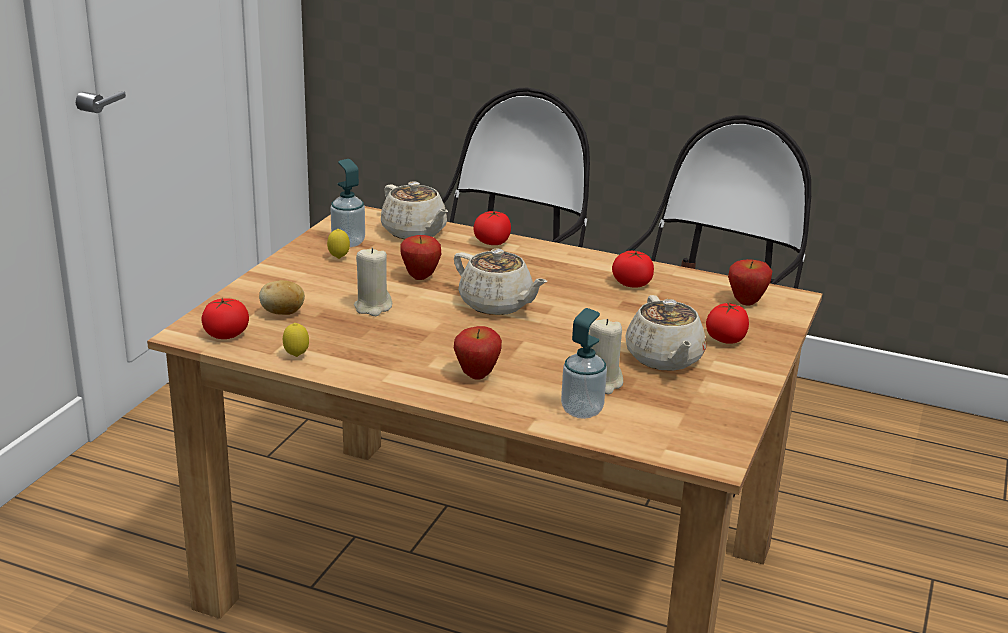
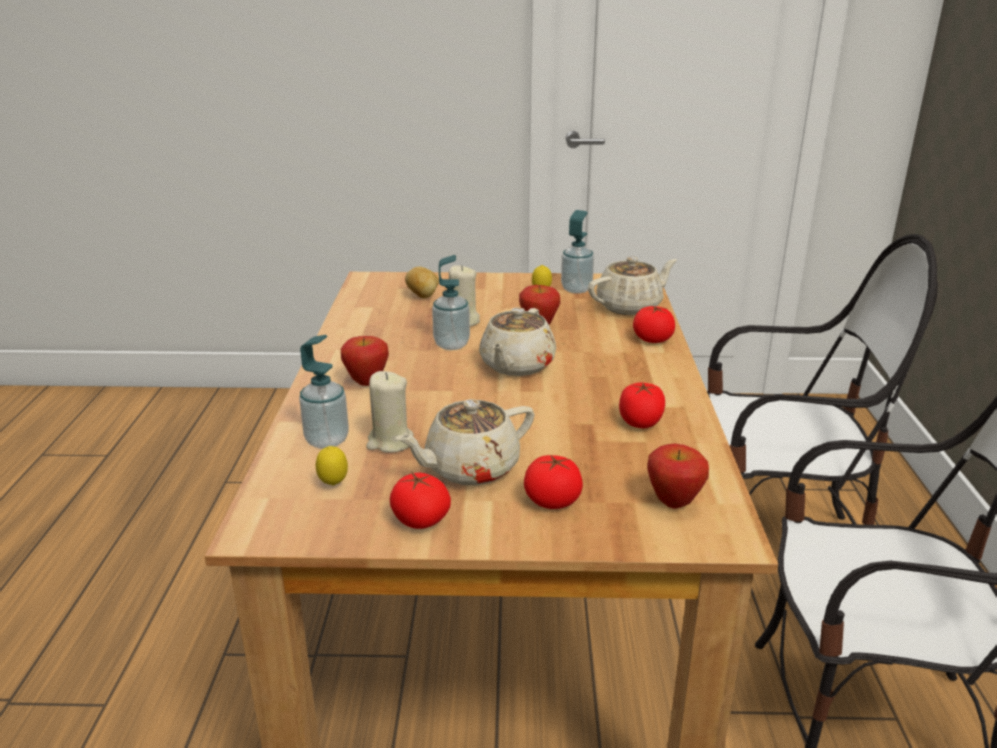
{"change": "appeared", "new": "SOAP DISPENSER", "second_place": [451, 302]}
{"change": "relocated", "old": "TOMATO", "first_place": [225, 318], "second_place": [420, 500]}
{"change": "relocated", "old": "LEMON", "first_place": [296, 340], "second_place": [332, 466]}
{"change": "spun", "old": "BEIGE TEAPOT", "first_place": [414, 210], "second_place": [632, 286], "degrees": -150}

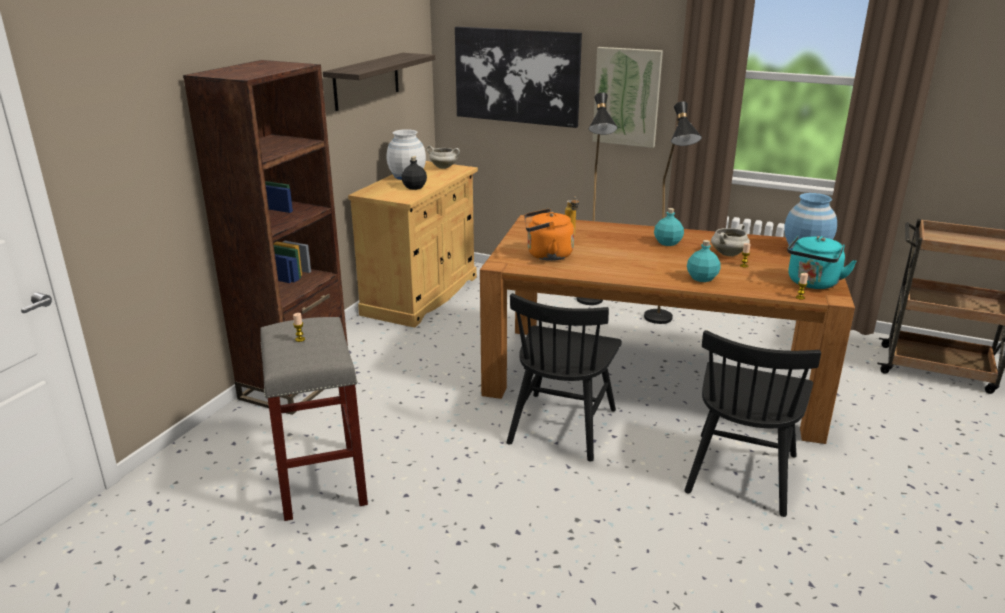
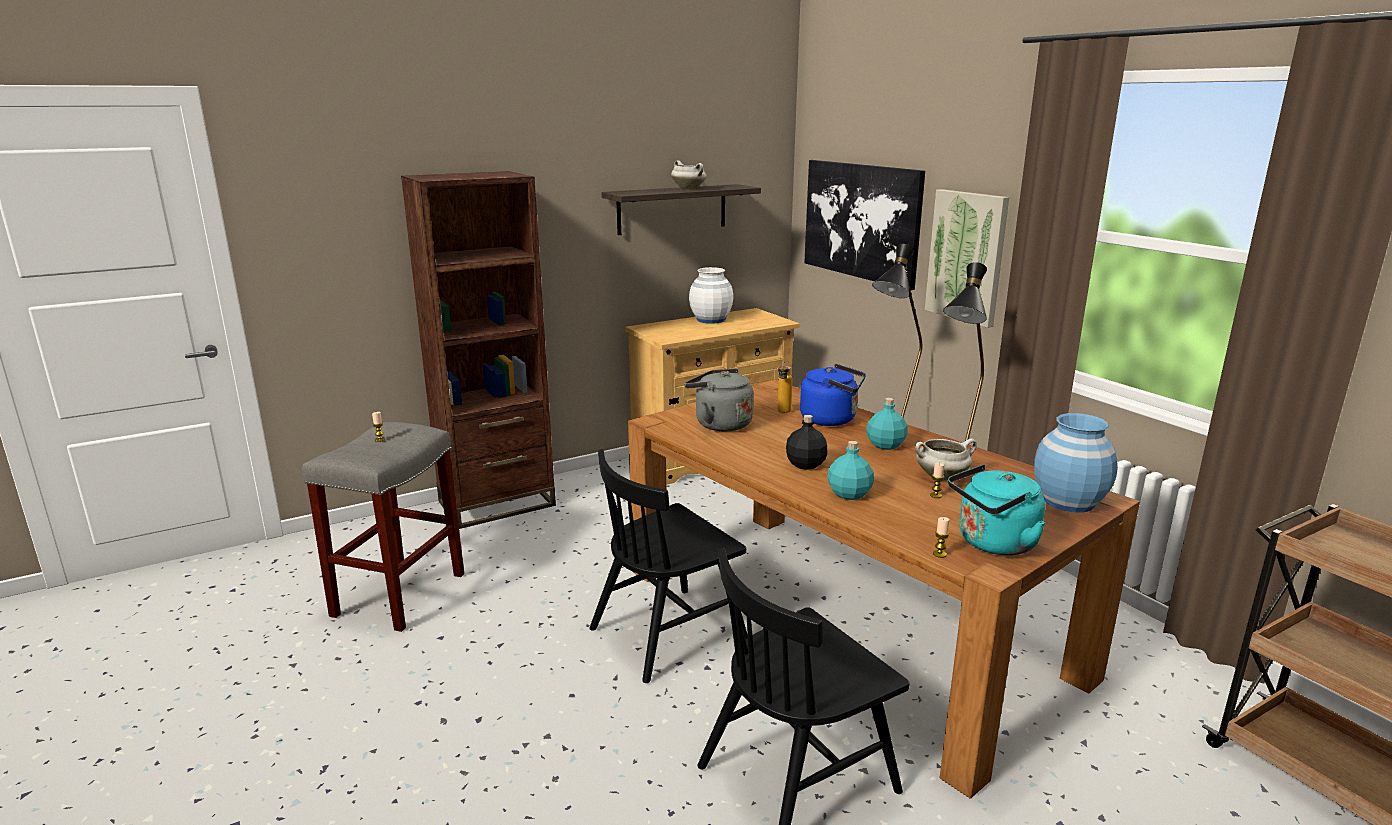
{"change": "appeared", "new": "BLUE KETTLE", "second_place": [833, 395]}
{"change": "relocated", "old": "BLACK BOTTLE", "first_place": [414, 173], "second_place": [807, 442]}
{"change": "relocated", "old": "WHITE COOKING POT", "first_place": [443, 157], "second_place": [689, 175]}
{"change": "colour", "old": "ORANGE KETTLE", "new": "GREY KETTLE", "first_place": [549, 235], "second_place": [719, 399]}

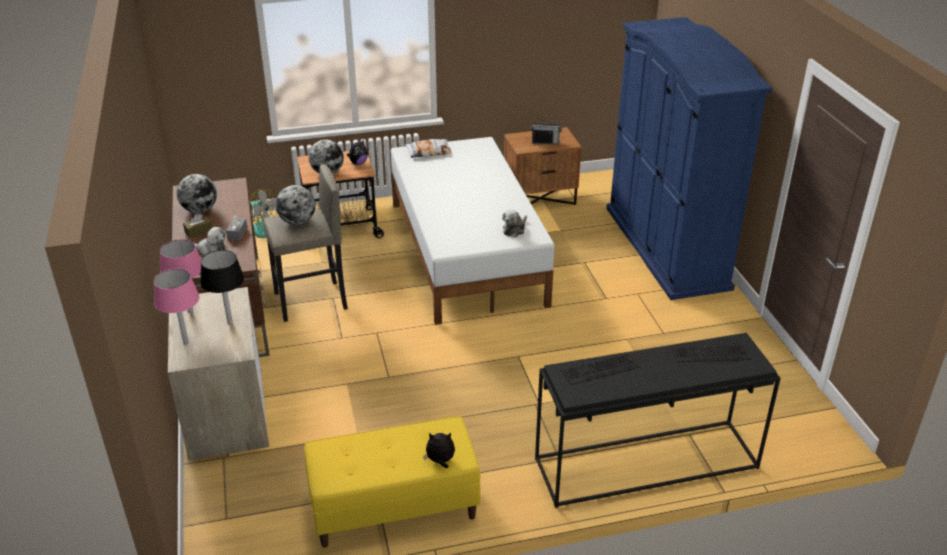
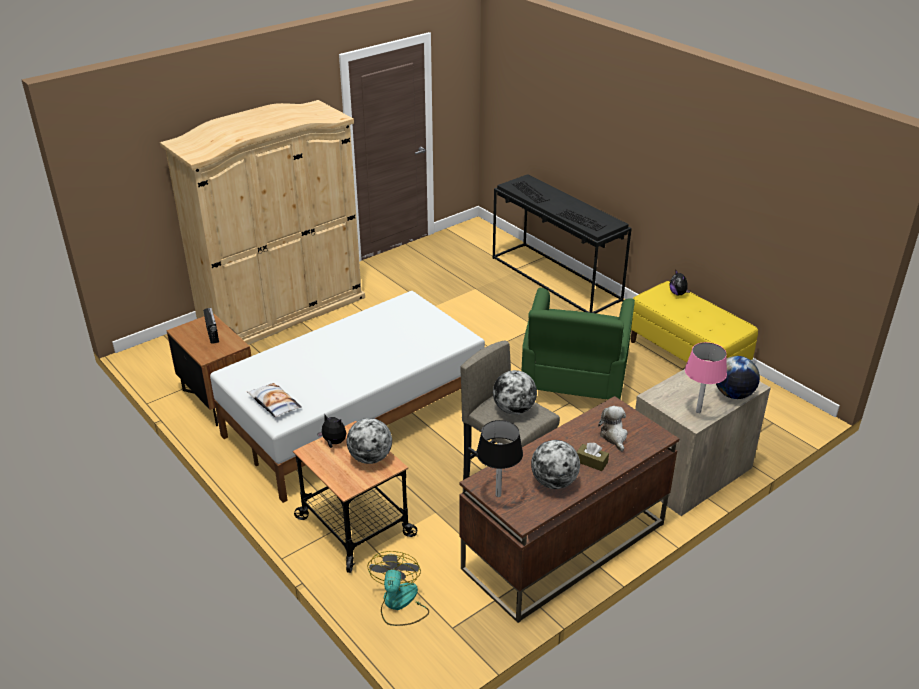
{"change": "missing", "old": "GREY TISSUE BOX", "first_place": [236, 227]}
{"change": "missing", "old": "PLUSH TOY", "first_place": [514, 224]}
{"change": "appeared", "new": "GREEN ARMCHAIR", "second_place": [578, 343]}
{"change": "relocated", "old": "BLACK TABLE LAMP", "first_place": [222, 287], "second_place": [499, 458]}
{"change": "exchanged", "old": "PINK TABLE LAMP", "new": "GLOBE", "first_place": [177, 306], "second_place": [738, 377]}
{"change": "colour", "old": "BLUE WARDROBE", "new": "BEIGE WARDROBE", "first_place": [689, 158], "second_place": [262, 222]}

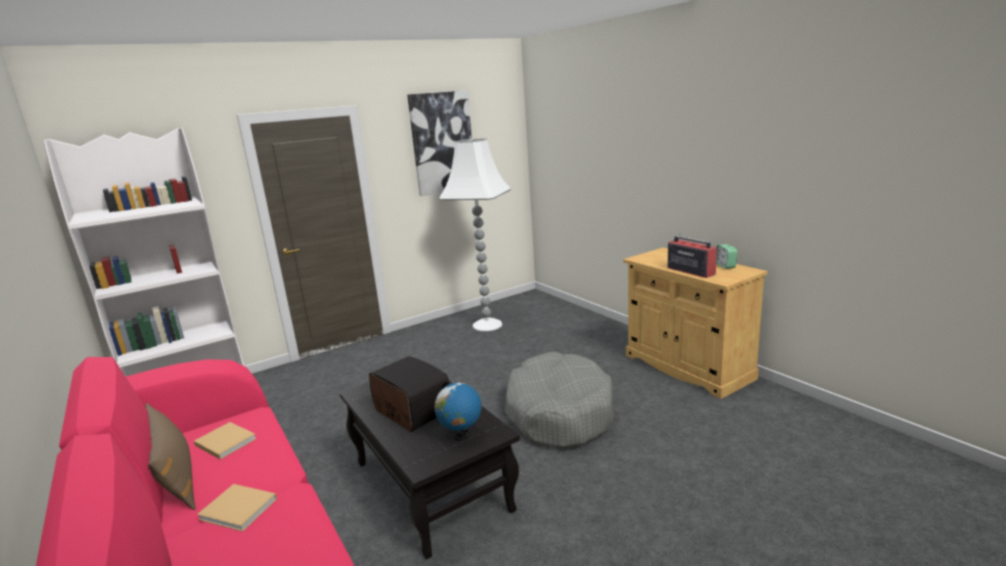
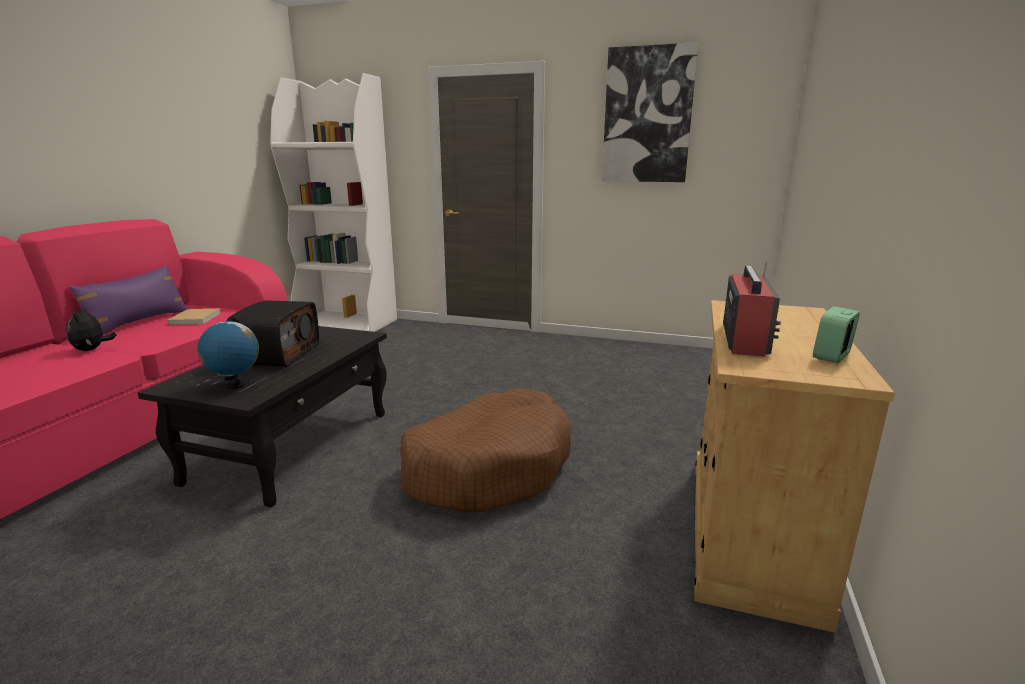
{"change": "missing", "old": "WHITE FLOOR LAMP", "first_place": [475, 234]}
{"change": "exchanged", "old": "BEIGE BOOK", "new": "PLUSH TOY", "first_place": [237, 508], "second_place": [91, 328]}
{"change": "colour", "old": "BROWN PILLOW", "new": "PURPLE PILLOW", "first_place": [170, 456], "second_place": [128, 300]}
{"change": "colour", "old": "GREY DOG BED", "new": "BROWN DOG BED", "first_place": [559, 400], "second_place": [485, 450]}

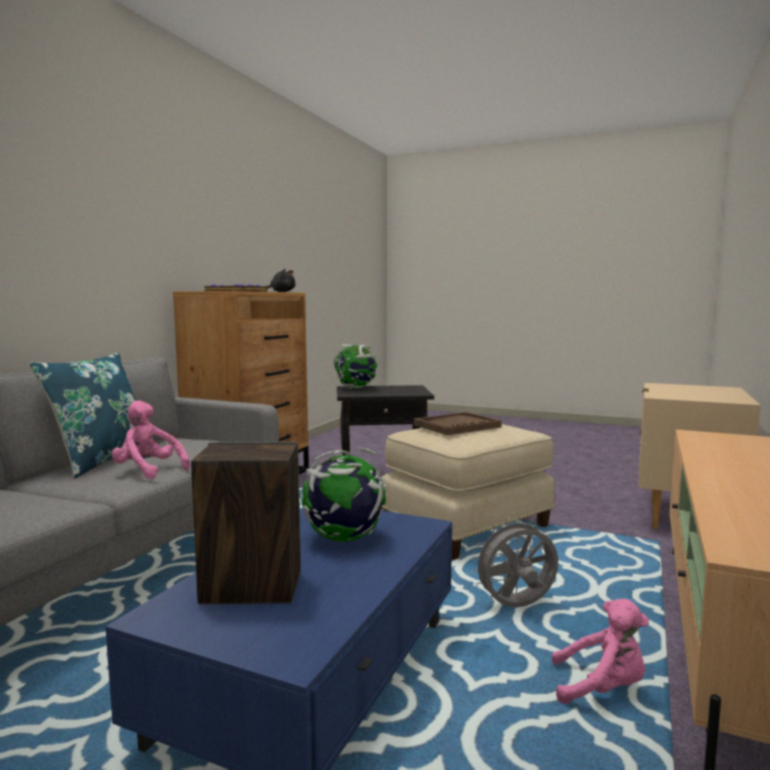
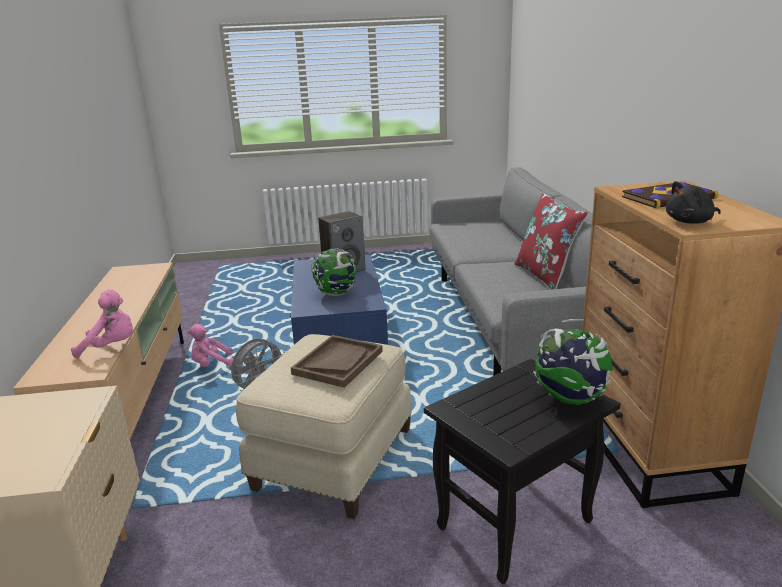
{"change": "relocated", "old": "PINK PLUSH TOY", "first_place": [150, 439], "second_place": [102, 323]}
{"change": "colour", "old": "BLUE PILLOW", "new": "RED PILLOW", "first_place": [82, 415], "second_place": [551, 241]}

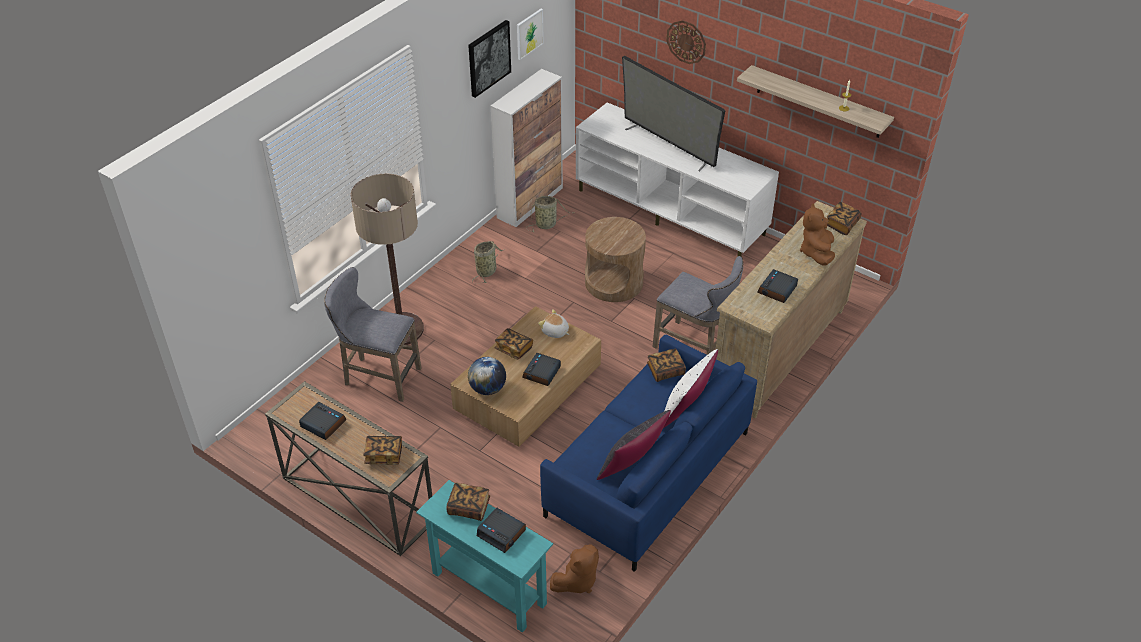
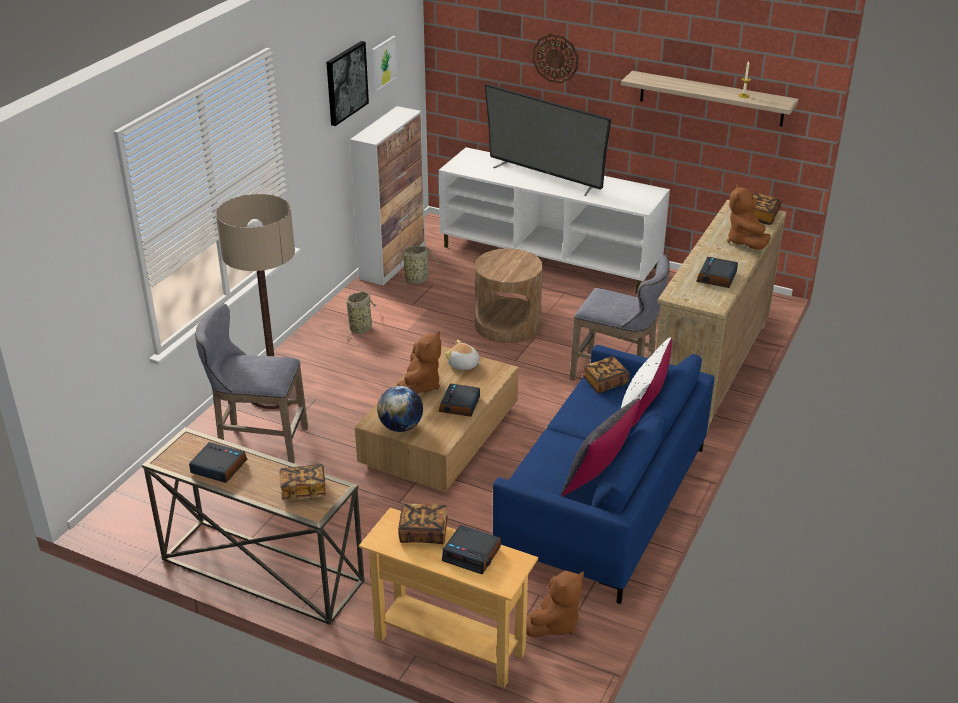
{"change": "exchanged", "old": "BOOK", "new": "BROWN PLUSH TOY", "first_place": [513, 343], "second_place": [419, 362]}
{"change": "colour", "old": "TURQUOISE CONSOLE TABLE", "new": "BEIGE CONSOLE TABLE", "first_place": [484, 556], "second_place": [448, 598]}

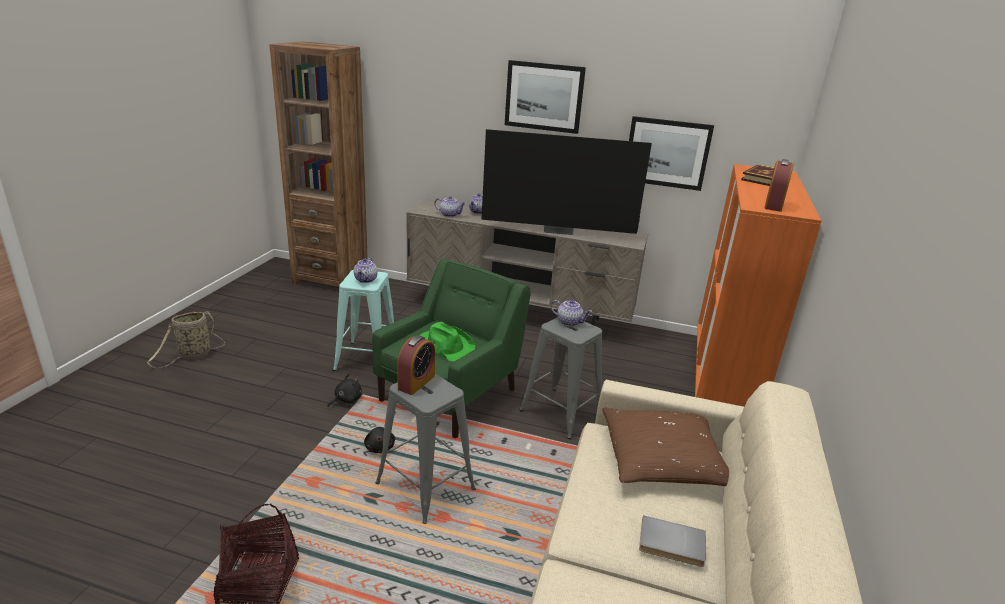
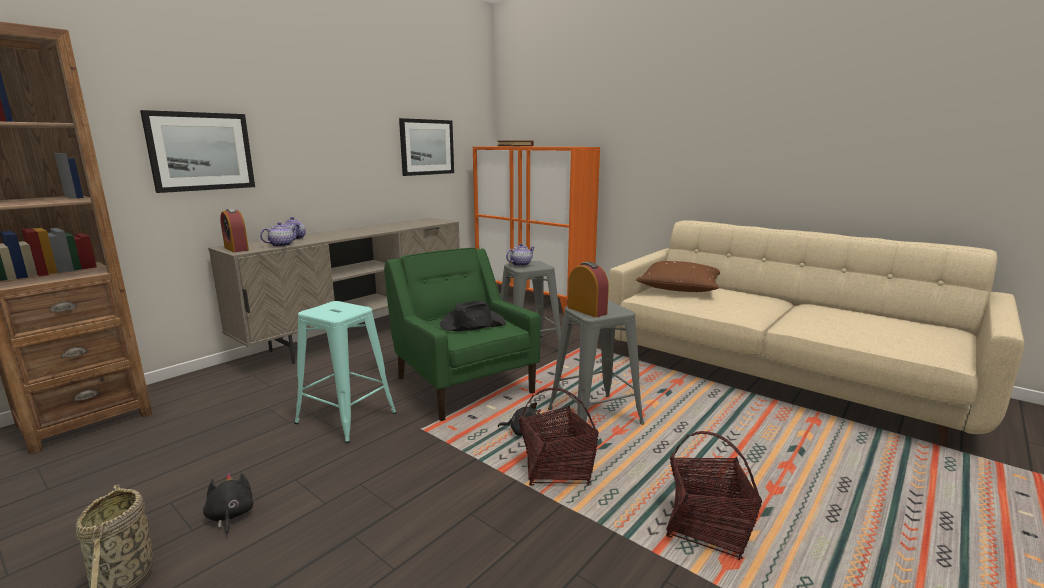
{"change": "missing", "old": "TEAPOT", "first_place": [366, 270]}
{"change": "missing", "old": "TELEVISION", "first_place": [566, 182]}
{"change": "missing", "old": "GREY BOOK", "first_place": [672, 541]}
{"change": "appeared", "new": "BASKET", "second_place": [559, 437]}
{"change": "relocated", "old": "BLACK PLUSH TOY", "first_place": [344, 390], "second_place": [228, 504]}
{"change": "relocated", "old": "PICTURE", "first_place": [545, 97], "second_place": [197, 151]}
{"change": "relocated", "old": "ALARM CLOCK", "first_place": [778, 185], "second_place": [234, 230]}
{"change": "colour", "old": "GREEN HAT", "new": "BLACK HAT", "first_place": [448, 342], "second_place": [473, 315]}

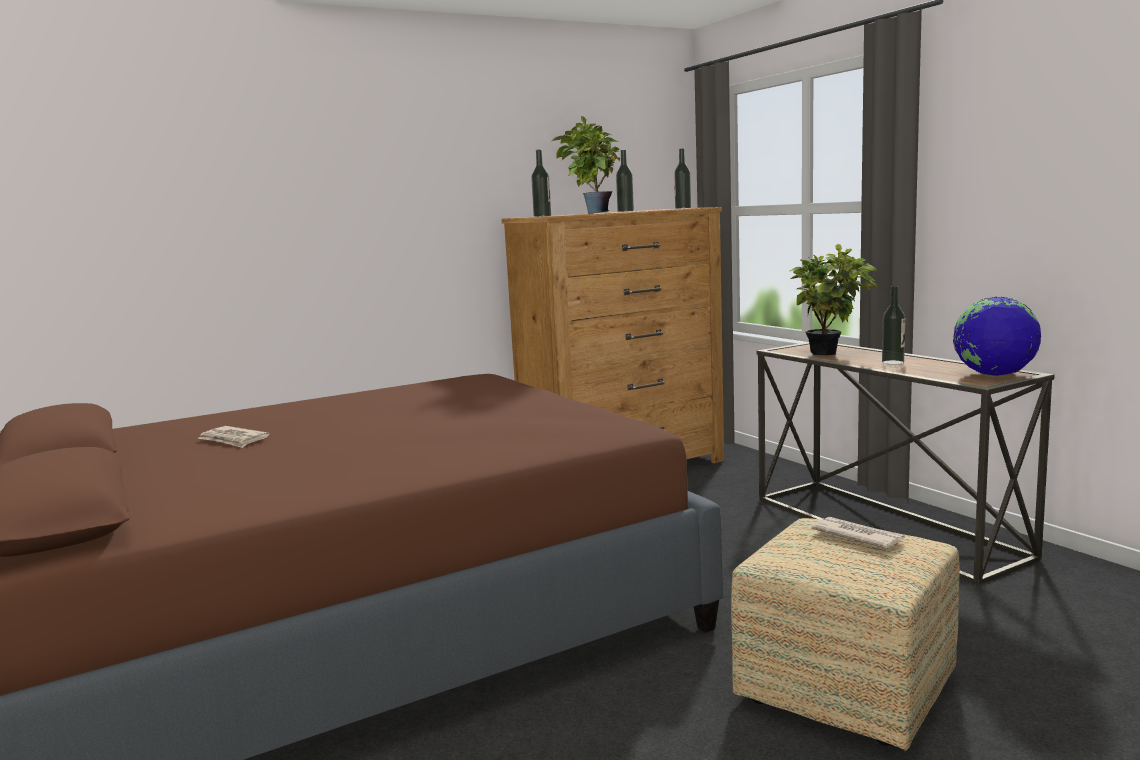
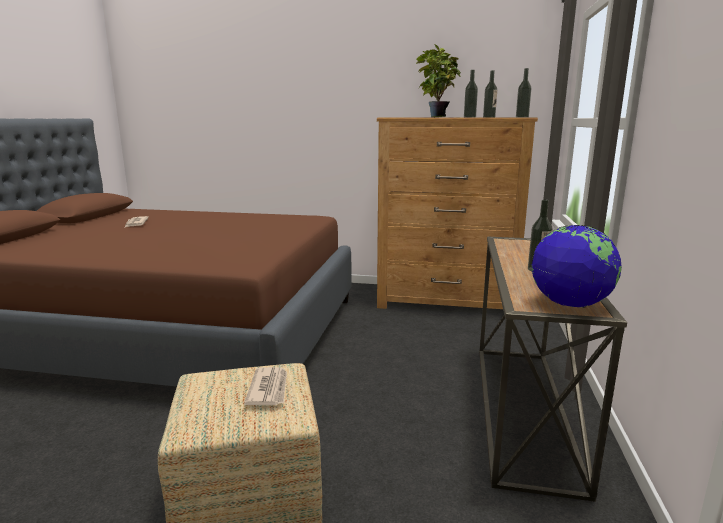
{"change": "missing", "old": "POTTED PLANT", "first_place": [833, 300]}
{"change": "relocated", "old": "BOTTLE", "first_place": [541, 183], "second_place": [490, 93]}

